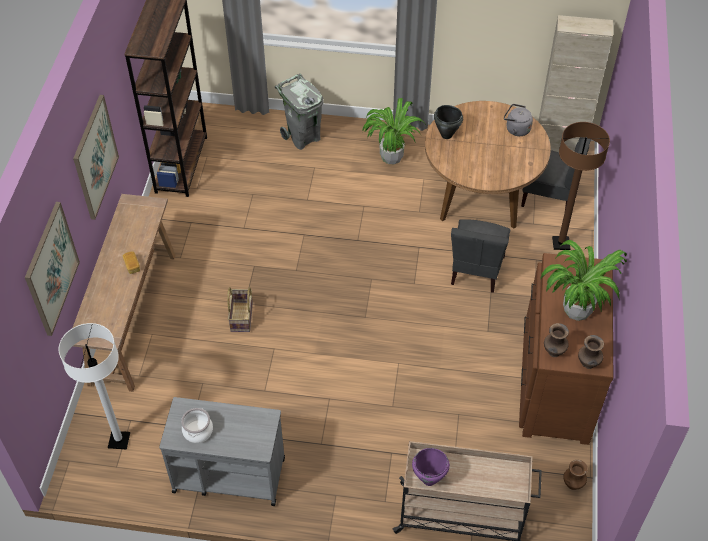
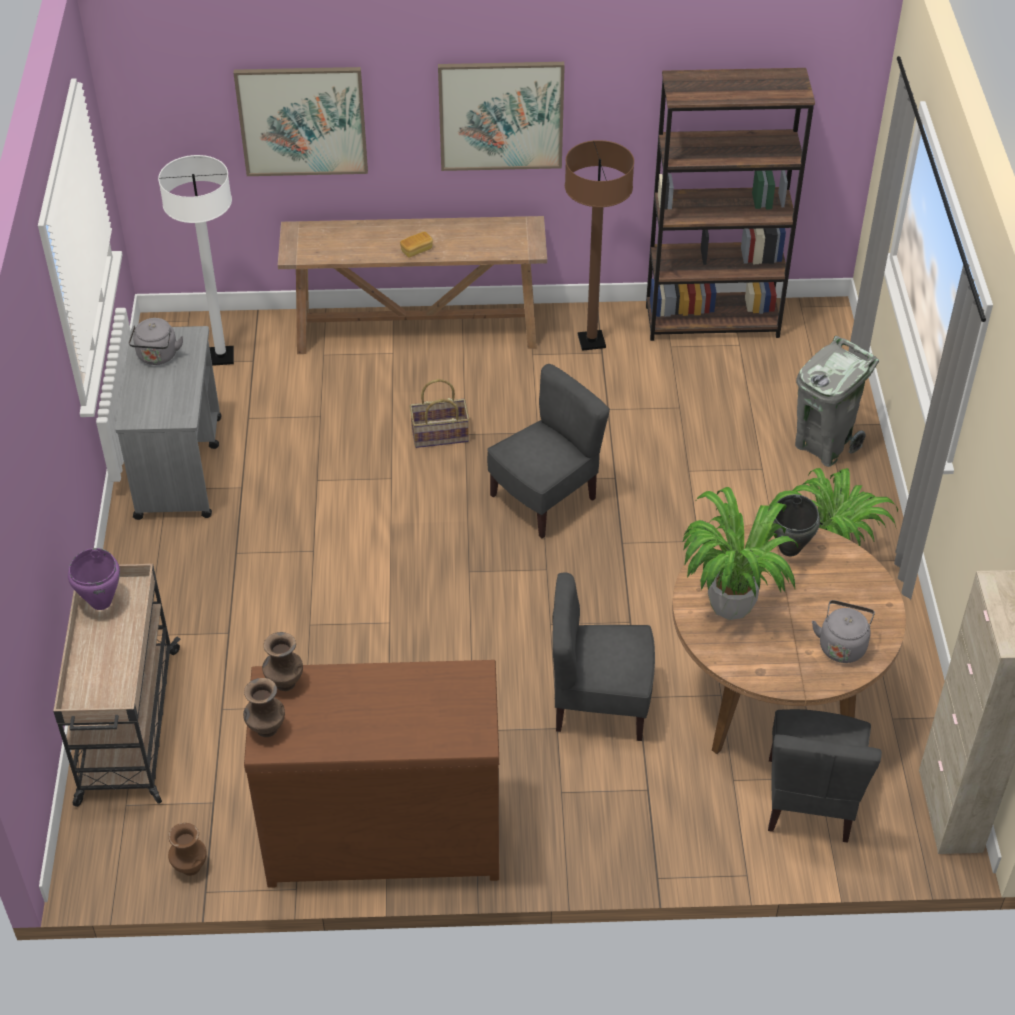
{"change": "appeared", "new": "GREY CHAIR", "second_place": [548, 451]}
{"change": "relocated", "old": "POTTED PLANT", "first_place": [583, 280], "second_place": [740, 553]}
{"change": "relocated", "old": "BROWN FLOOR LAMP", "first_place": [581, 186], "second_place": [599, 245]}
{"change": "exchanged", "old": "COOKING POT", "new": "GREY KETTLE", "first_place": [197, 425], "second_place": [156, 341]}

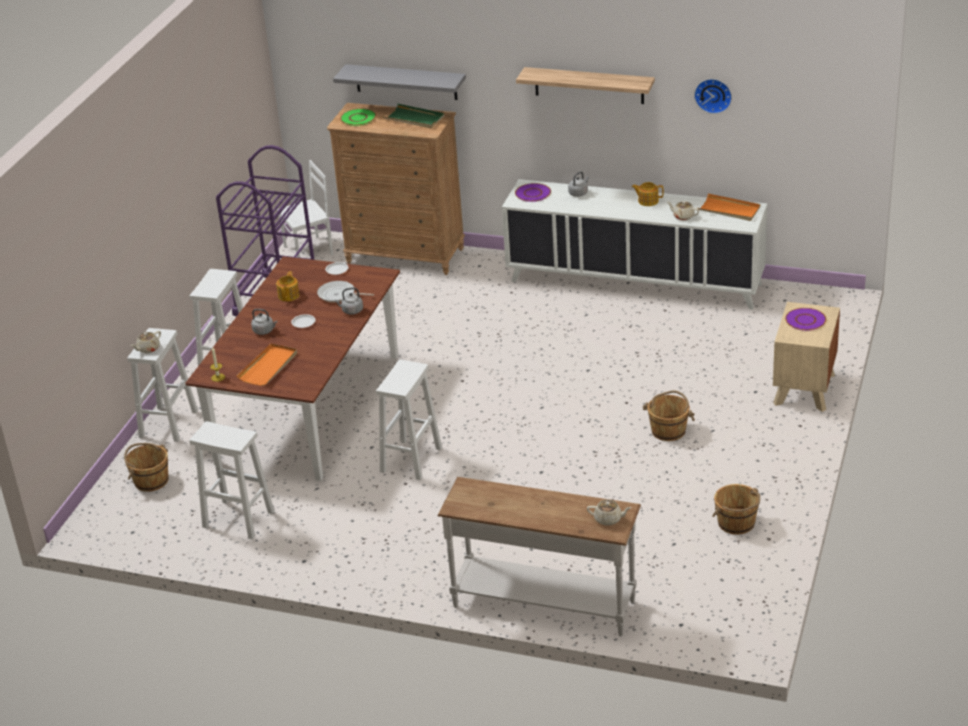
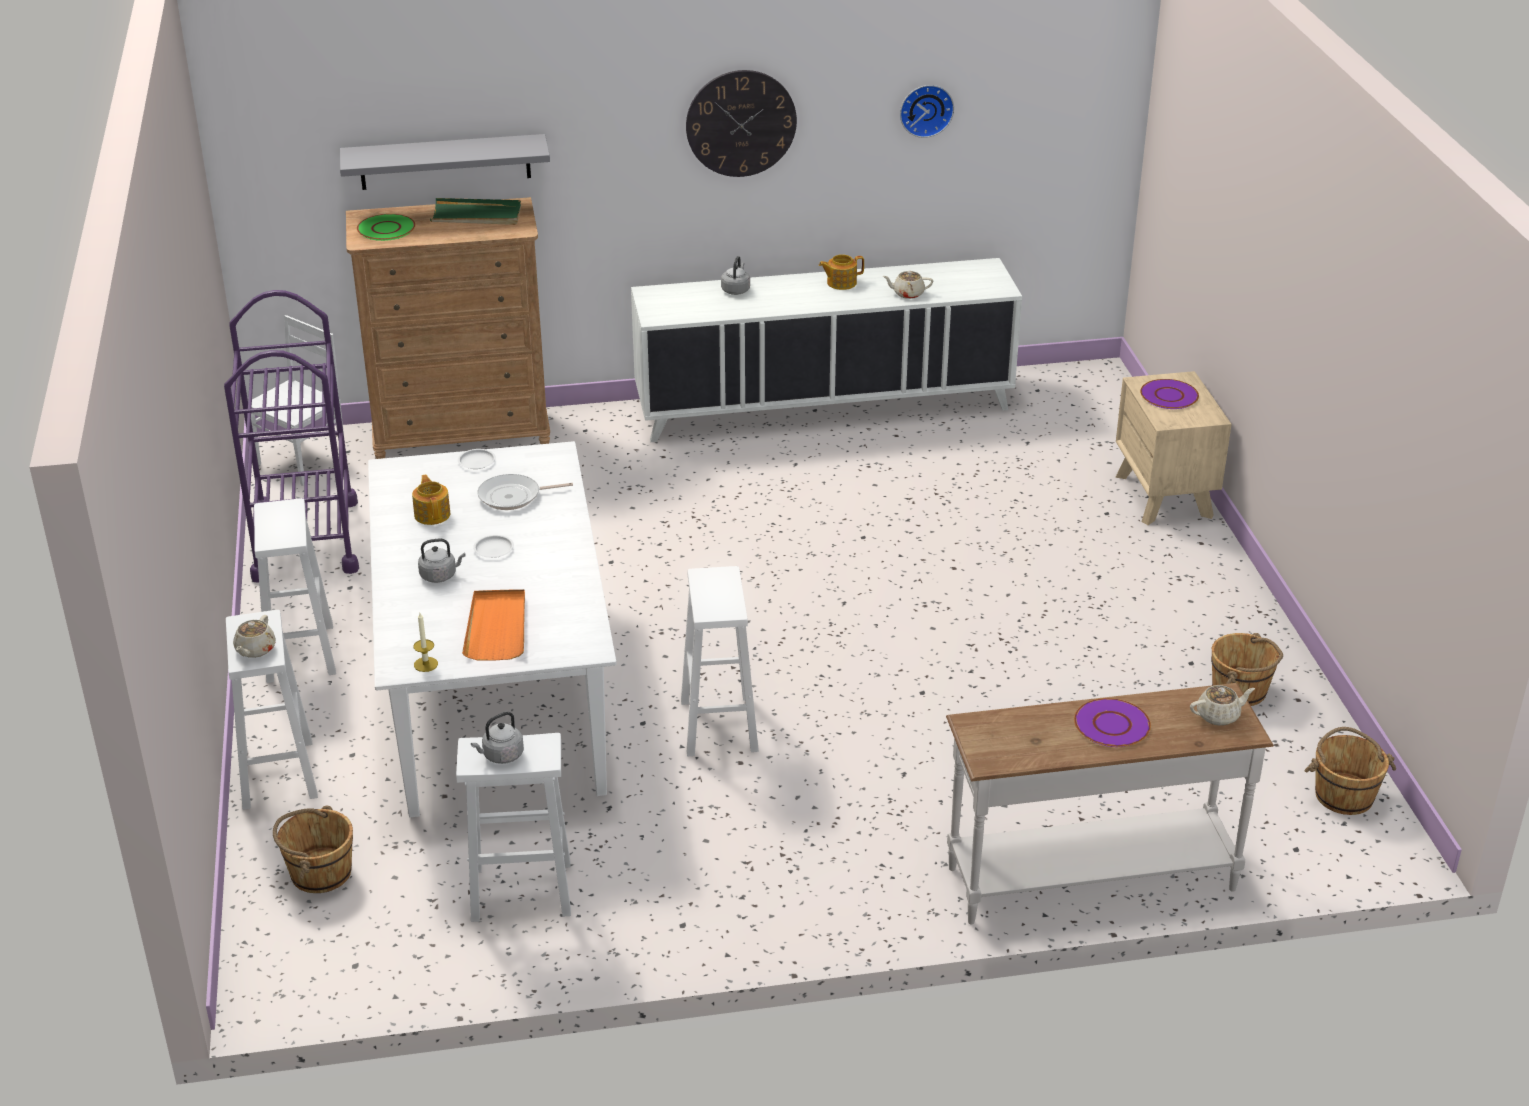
{"change": "missing", "old": "ORANGE TRAY", "first_place": [729, 207]}
{"change": "relocated", "old": "GREY KETTLE", "first_place": [349, 301], "second_place": [497, 737]}
{"change": "relocated", "old": "PURPLE PLATE", "first_place": [533, 192], "second_place": [1112, 722]}
{"change": "relocated", "old": "BROWN BUCKET", "first_place": [669, 415], "second_place": [1350, 771]}
{"change": "exchanged", "old": "SHELF", "new": "WALL CLOCK", "first_place": [585, 85], "second_place": [741, 123]}
{"change": "colour", "old": "BROWN DINING TABLE", "new": "WHITE DINING TABLE", "first_place": [293, 368], "second_place": [492, 629]}

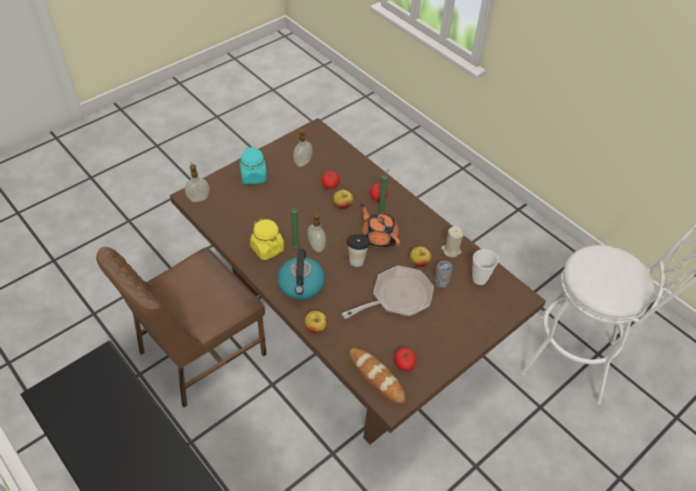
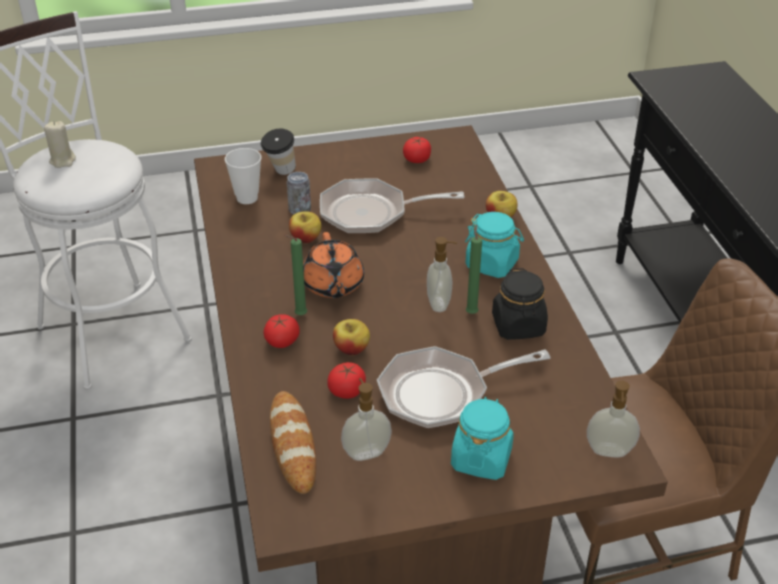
{"change": "appeared", "new": "FRYING PAN", "second_place": [464, 387]}
{"change": "relocated", "old": "CUP", "first_place": [358, 250], "second_place": [278, 152]}
{"change": "relocated", "old": "BREAD", "first_place": [377, 376], "second_place": [293, 442]}
{"change": "relocated", "old": "BEIGE CANDLE", "first_place": [452, 242], "second_place": [60, 144]}
{"change": "exchanged", "old": "KETTLE", "new": "TURQUOISE JAR", "first_place": [301, 274], "second_place": [494, 245]}
{"change": "colour", "old": "YELLOW JAR", "new": "BLACK JAR", "first_place": [267, 239], "second_place": [520, 304]}

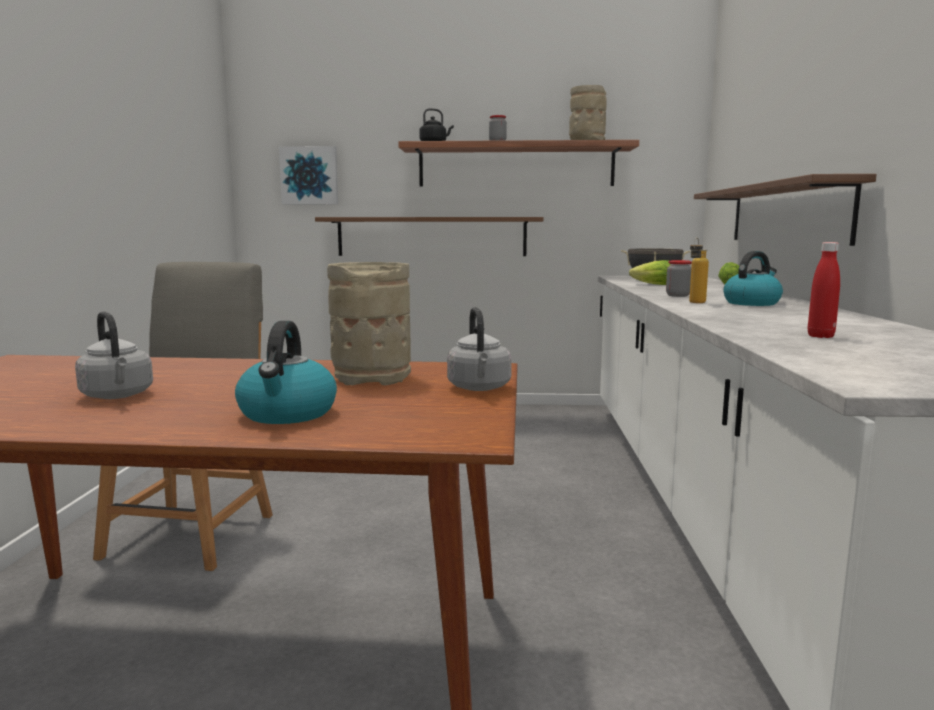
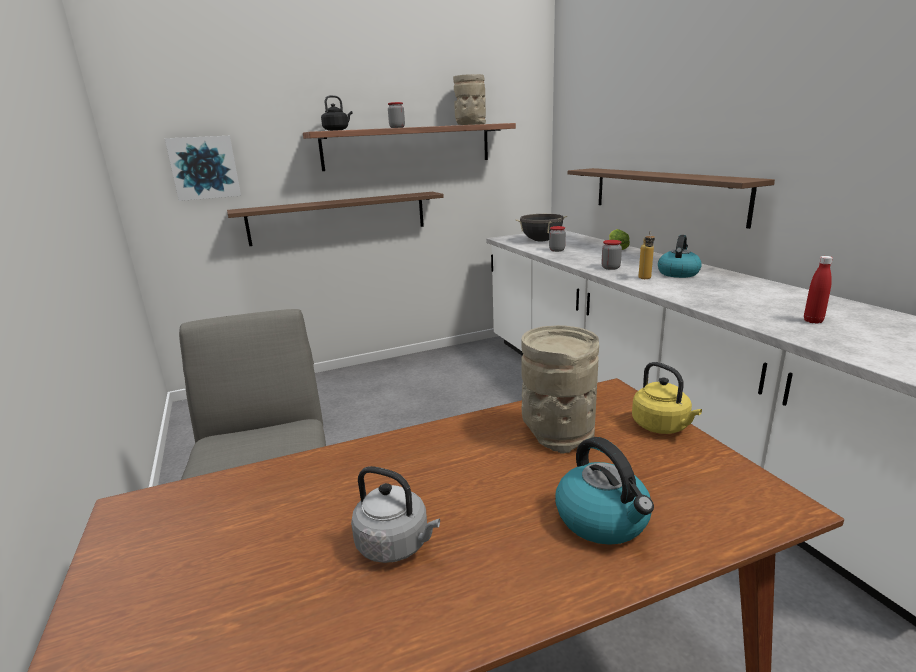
{"change": "exchanged", "old": "LETTUCE", "new": "JAR", "first_place": [649, 272], "second_place": [557, 239]}
{"change": "colour", "old": "GREY KETTLE", "new": "YELLOW KETTLE", "first_place": [479, 349], "second_place": [667, 398]}

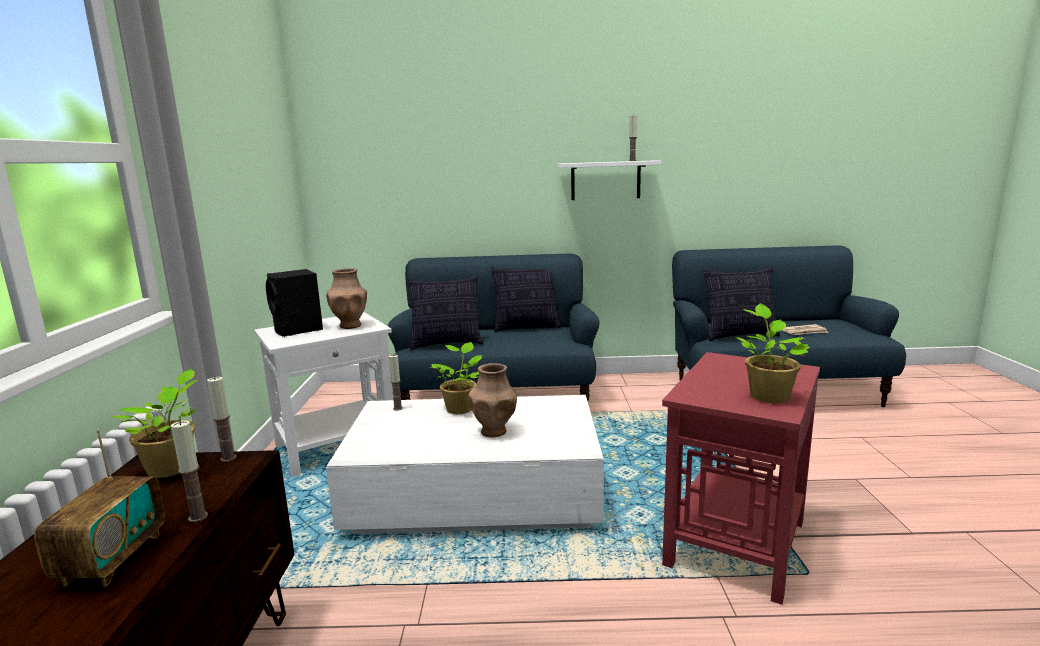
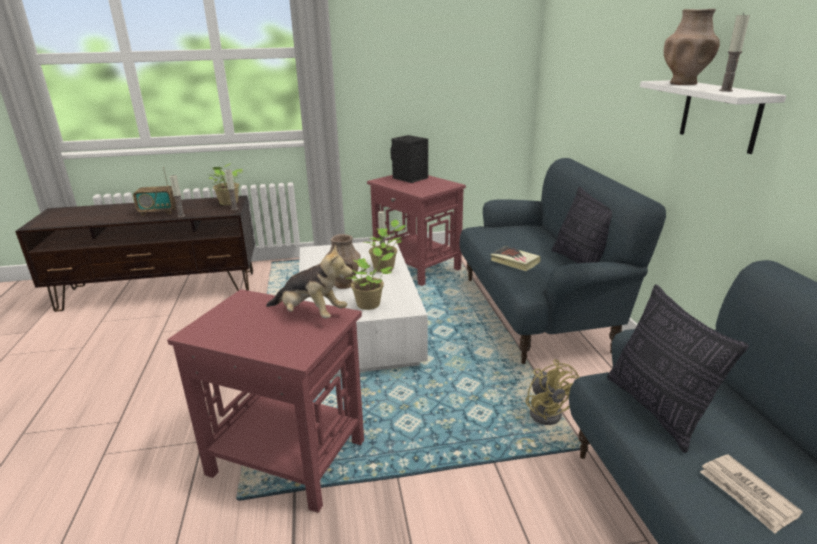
{"change": "missing", "old": "PILLOW", "first_place": [444, 313]}
{"change": "appeared", "new": "PLUSH TOY", "second_place": [309, 281]}
{"change": "appeared", "new": "BOOK", "second_place": [516, 258]}
{"change": "appeared", "new": "YELLOW FAN", "second_place": [552, 392]}
{"change": "relocated", "old": "BROWN VASE", "first_place": [346, 298], "second_place": [692, 47]}
{"change": "relocated", "old": "POTTED PLANT", "first_place": [772, 353], "second_place": [370, 278]}
{"change": "colour", "old": "WHITE SIDE TABLE", "new": "RED SIDE TABLE", "first_place": [323, 394], "second_place": [416, 230]}

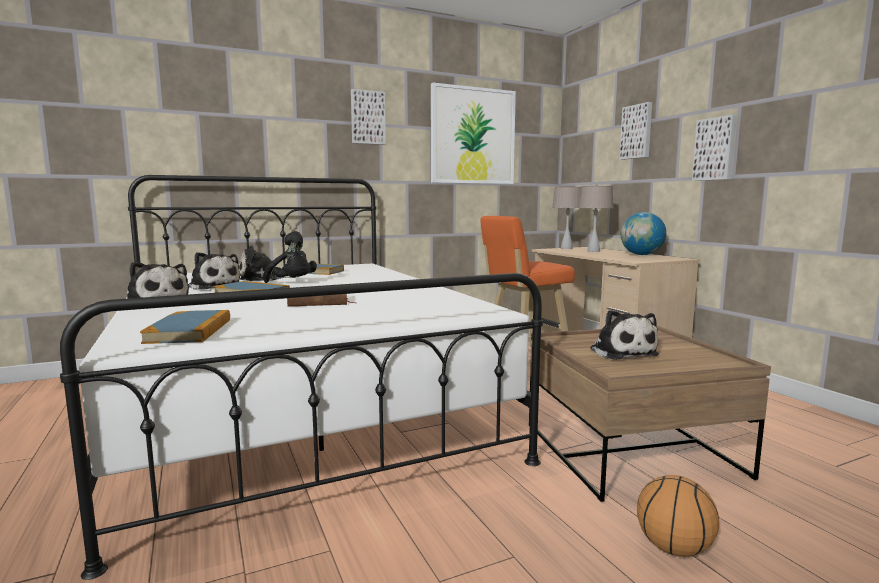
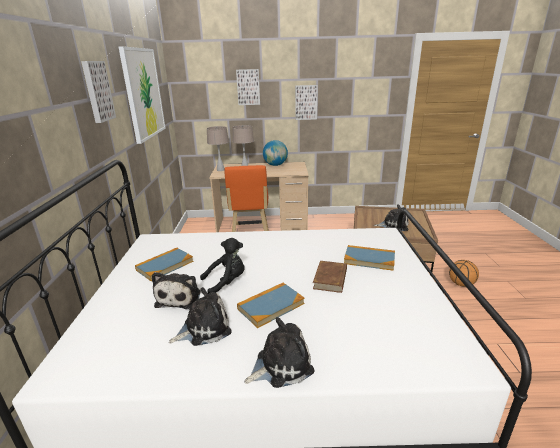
{"change": "relocated", "old": "BOOK", "first_place": [185, 327], "second_place": [369, 258]}

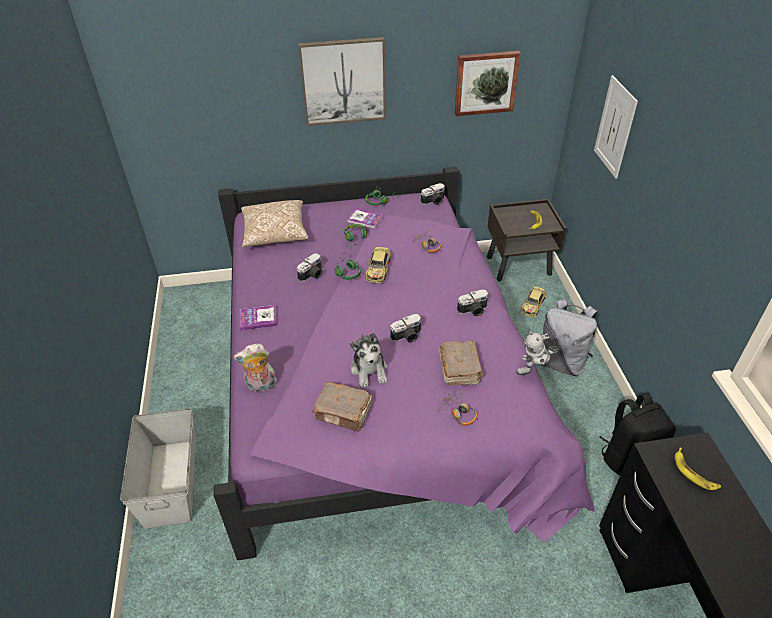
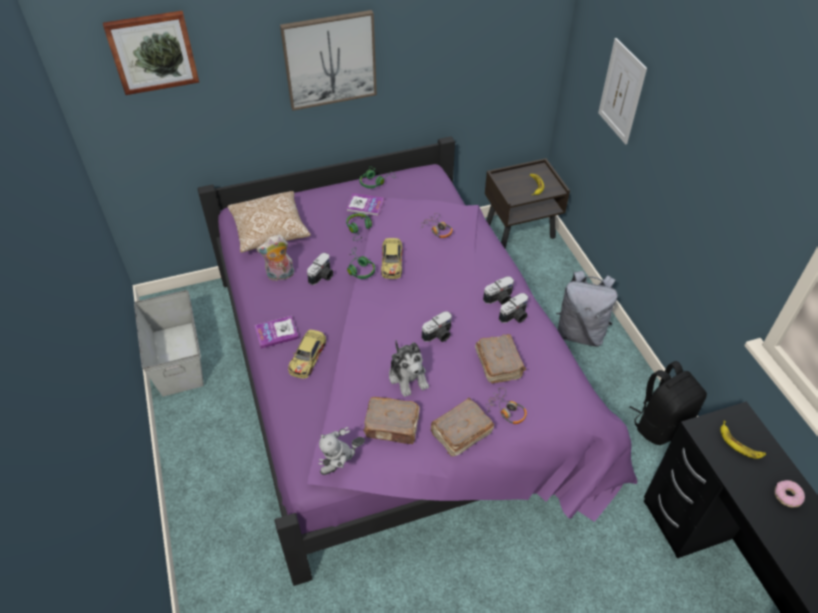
{"change": "appeared", "new": "BROWN BOOK", "second_place": [462, 427]}
{"change": "appeared", "new": "DONUT", "second_place": [790, 493]}
{"change": "relocated", "old": "GREY STORAGE BOX", "first_place": [158, 468], "second_place": [169, 343]}
{"change": "relocated", "old": "PLUSH TOY", "first_place": [255, 367], "second_place": [275, 257]}
{"change": "relocated", "old": "PHOTO CAMERA", "first_place": [433, 194], "second_place": [513, 308]}
{"change": "relocated", "old": "PICTURE", "first_place": [488, 83], "second_place": [151, 53]}
{"change": "relocated", "old": "TOY ROBOT", "first_place": [537, 353], "second_place": [341, 451]}
{"change": "relocated", "old": "TOY CAR", "first_place": [533, 302], "second_place": [307, 354]}

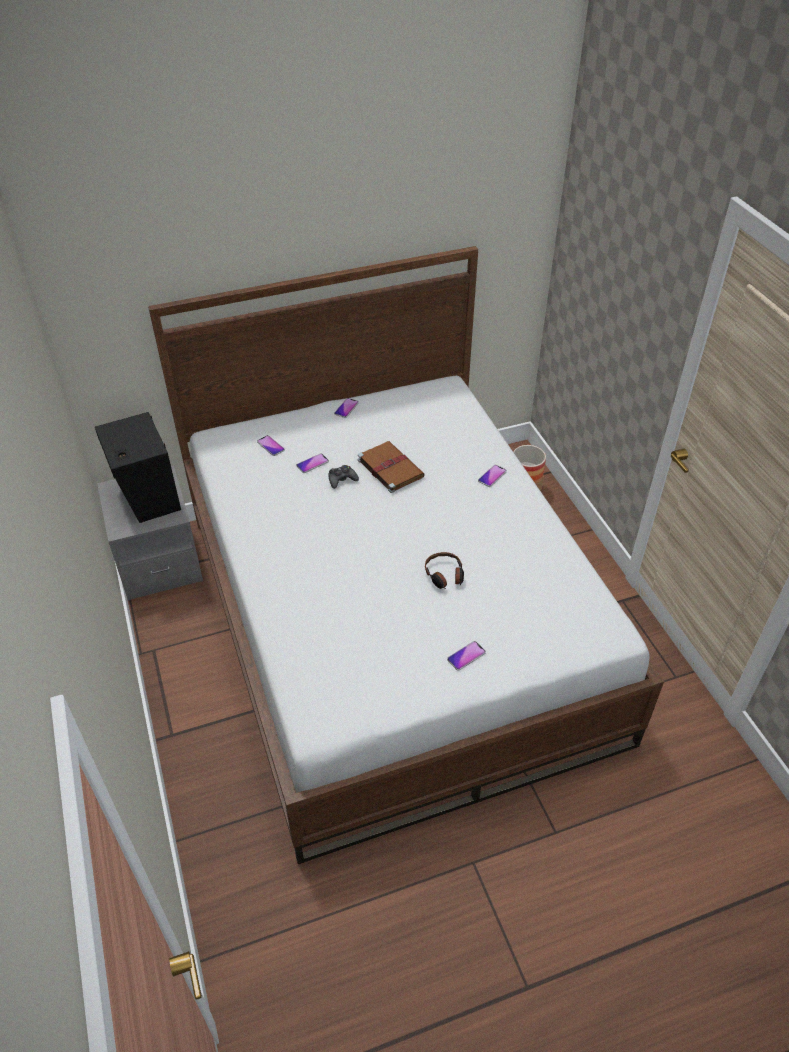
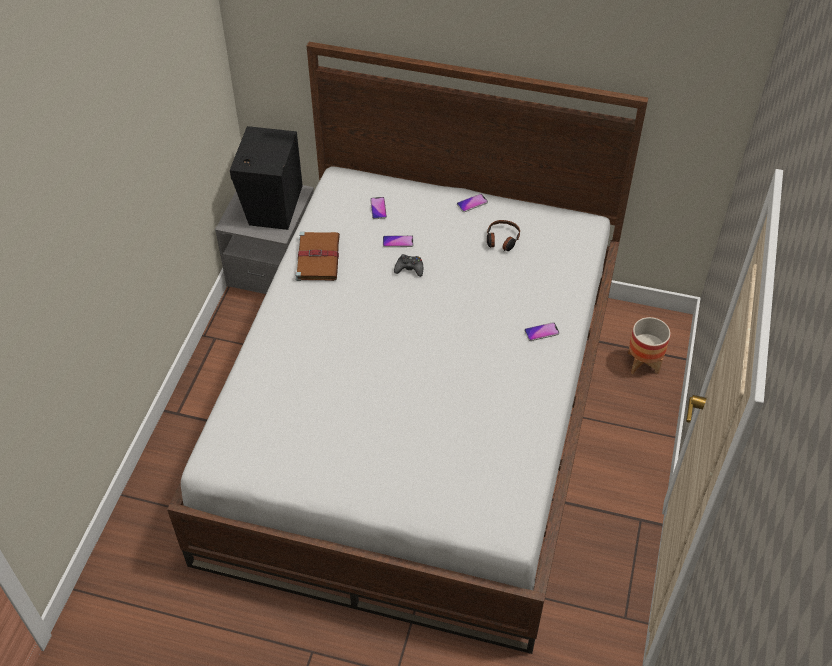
{"change": "missing", "old": "PHONE", "first_place": [466, 656]}
{"change": "relocated", "old": "BROWN BOOK", "first_place": [391, 467], "second_place": [318, 256]}
{"change": "relocated", "old": "HEADPHONES", "first_place": [444, 570], "second_place": [503, 235]}

